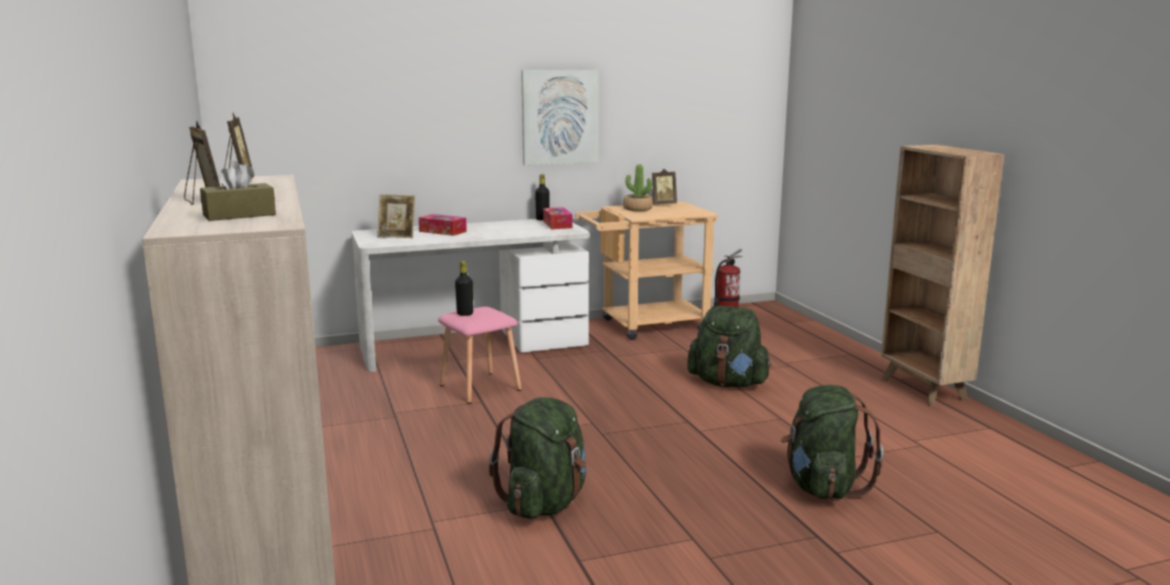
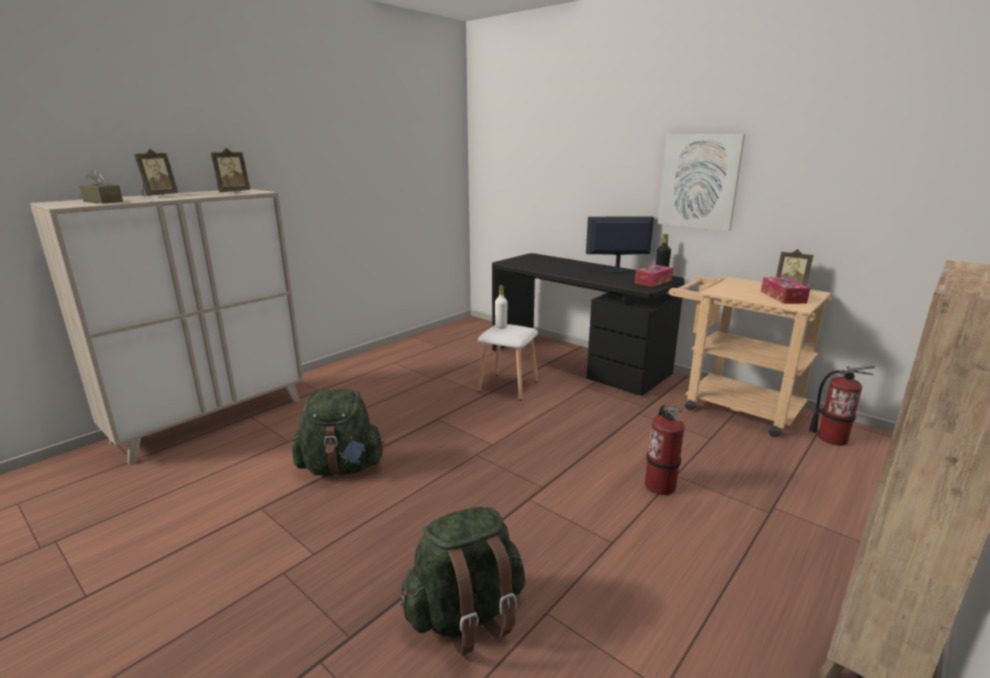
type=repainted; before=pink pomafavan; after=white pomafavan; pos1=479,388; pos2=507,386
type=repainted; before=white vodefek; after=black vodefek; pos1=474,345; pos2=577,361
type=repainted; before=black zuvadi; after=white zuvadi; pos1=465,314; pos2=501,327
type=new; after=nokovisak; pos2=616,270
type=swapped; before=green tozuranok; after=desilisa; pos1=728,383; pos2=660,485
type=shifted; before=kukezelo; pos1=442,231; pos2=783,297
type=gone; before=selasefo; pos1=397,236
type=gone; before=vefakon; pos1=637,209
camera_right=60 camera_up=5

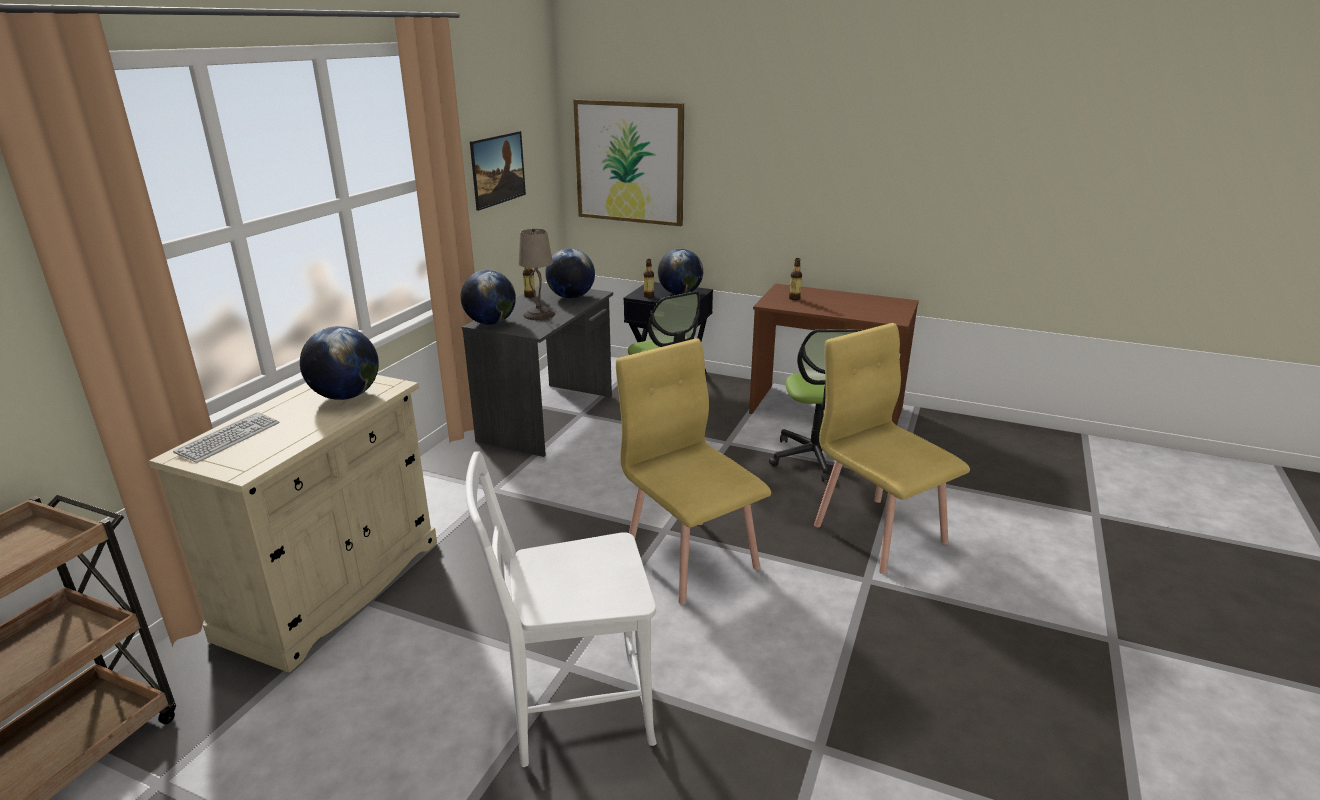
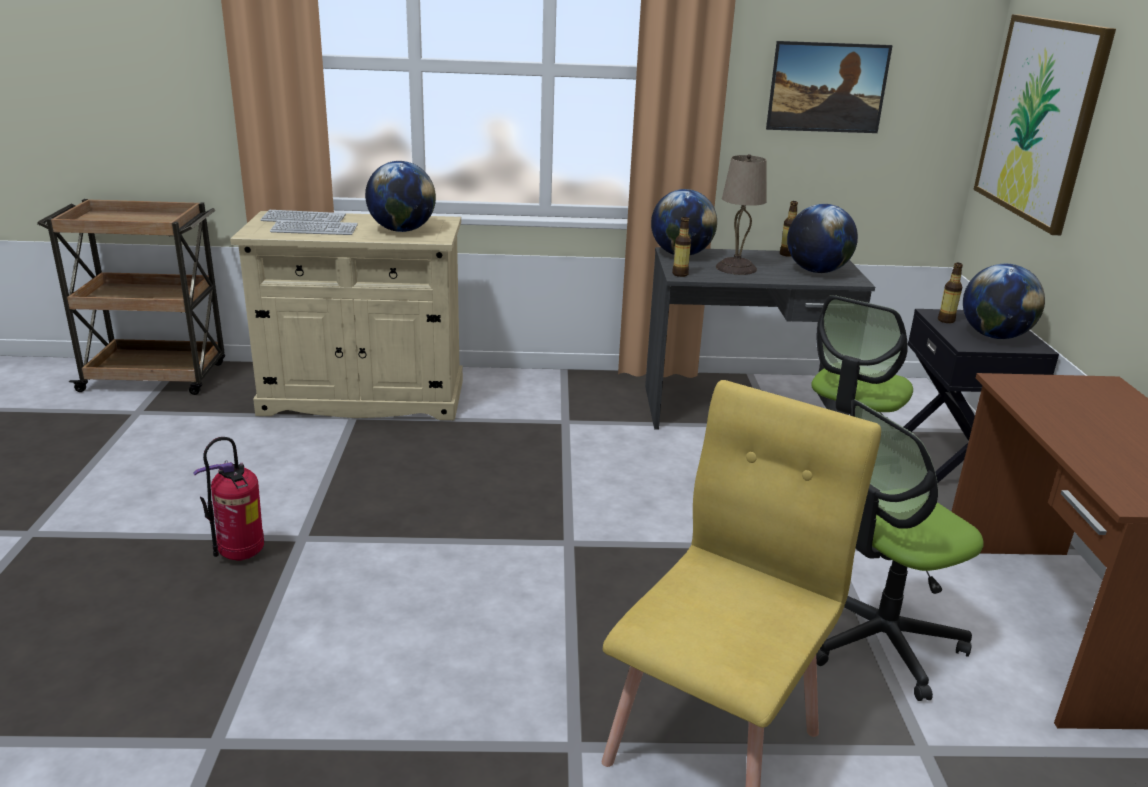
type=swapped; before=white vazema; after=desilisa; pos1=571,710; pos2=241,556
type=new; after=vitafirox; pos2=314,229
type=shifted; before=zuvadi; pos1=794,298; pos2=680,274
type=gone; before=yellow vazema; pos1=691,558
camera_right=65 camera_up=0

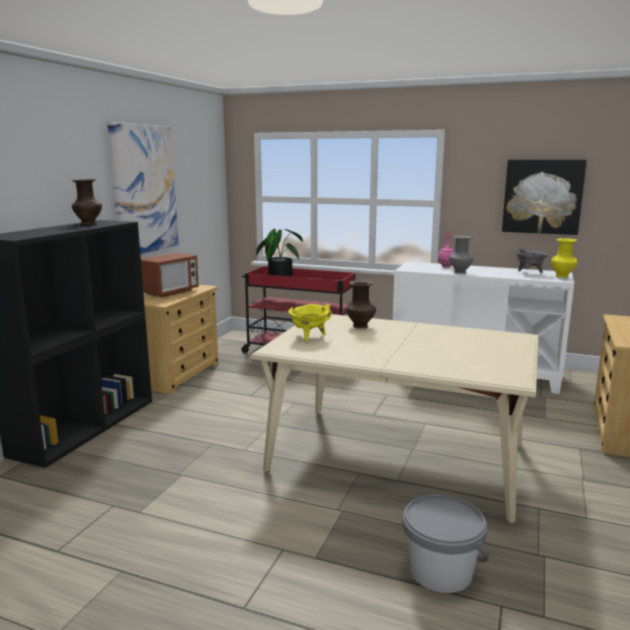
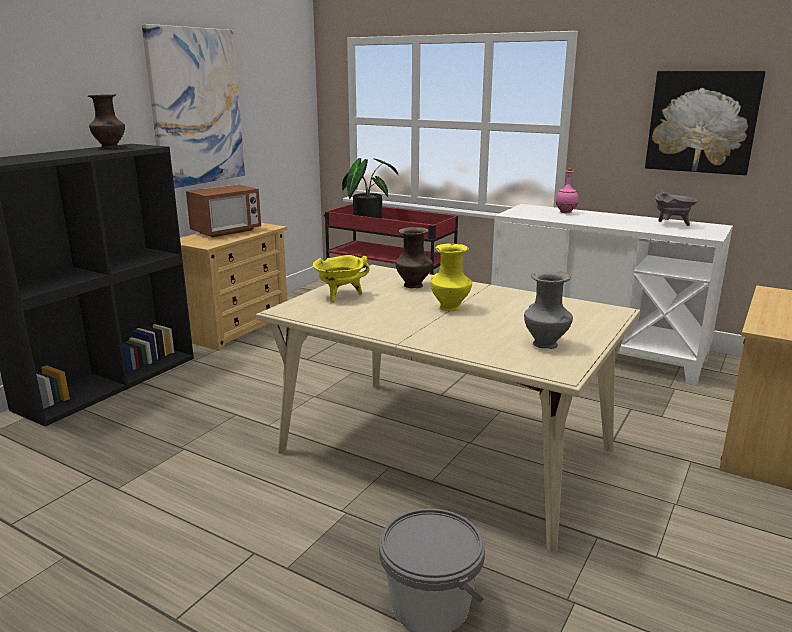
type=shifted; before=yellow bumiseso; pos1=562,276; pos2=451,308
type=shifted; before=grey bumiseso; pos1=460,272; pos2=546,345
camera_right=10 camera_up=5

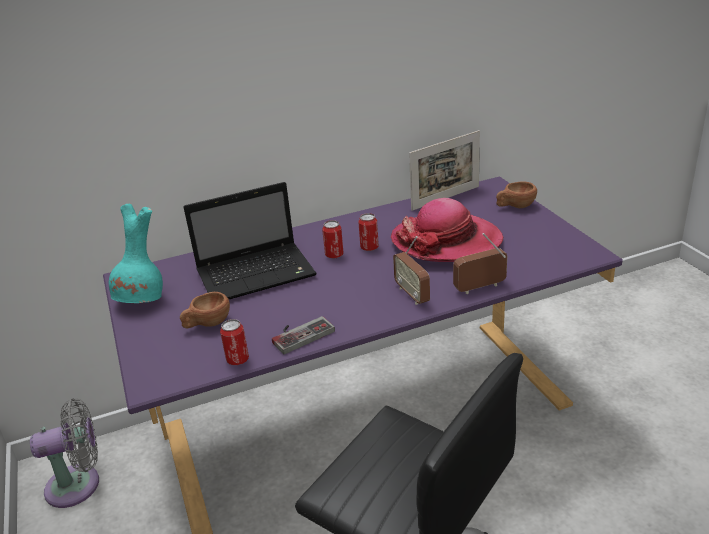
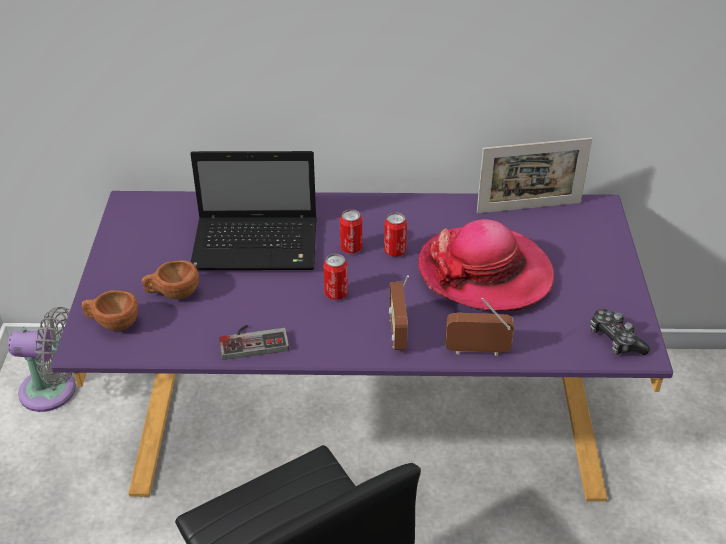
type=shifted; before=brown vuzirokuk; pos1=515,206; pos2=112,323
type=shifted; before=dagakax; pos1=237,360; pos2=336,293
type=new; after=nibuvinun; pos2=615,340
type=gone; before=turquoise bumiseso; pos1=143,300
camera_right=20 camera_up=10

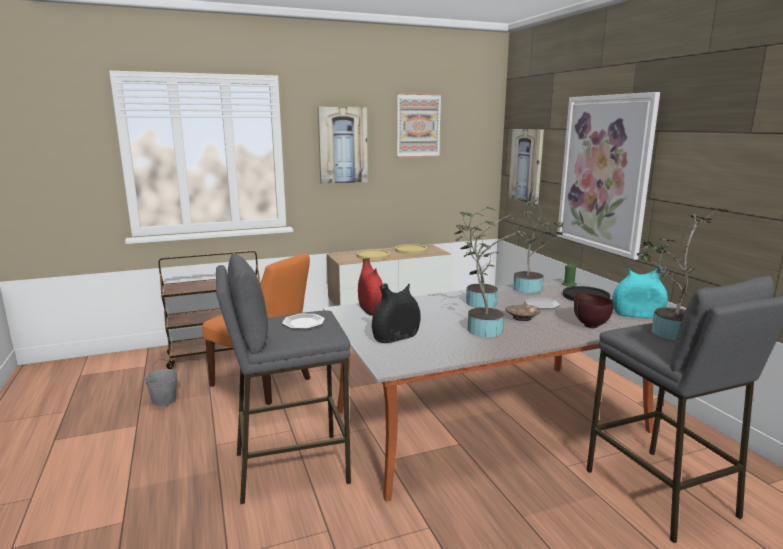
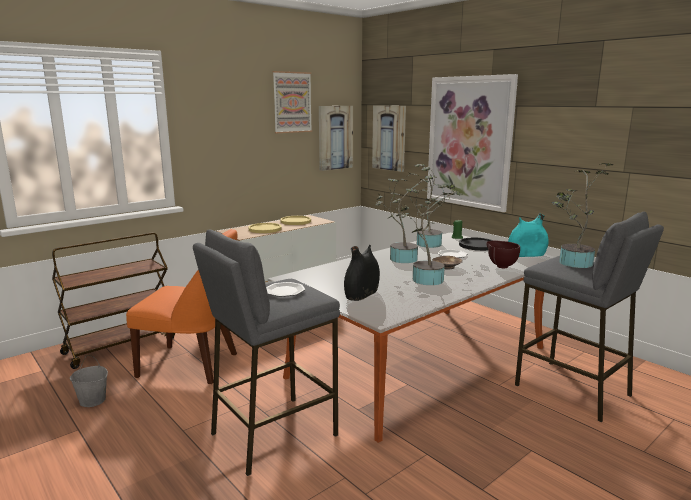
type=shifted; before=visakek; pos1=342,145; pos2=335,137
type=gone; before=red bumiseso; pos1=371,310
camera_right=-20 camera_up=0

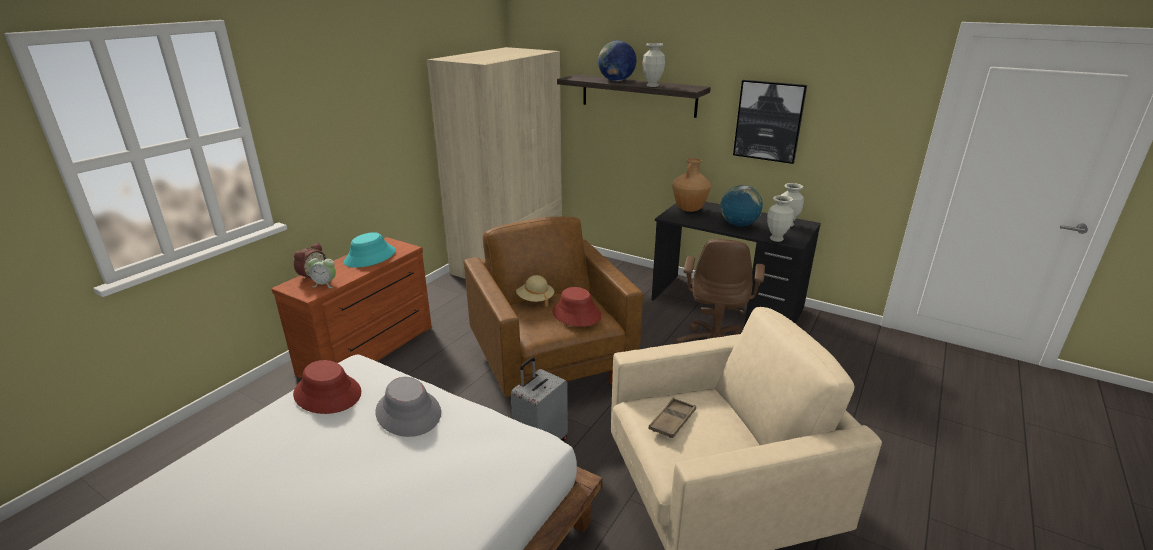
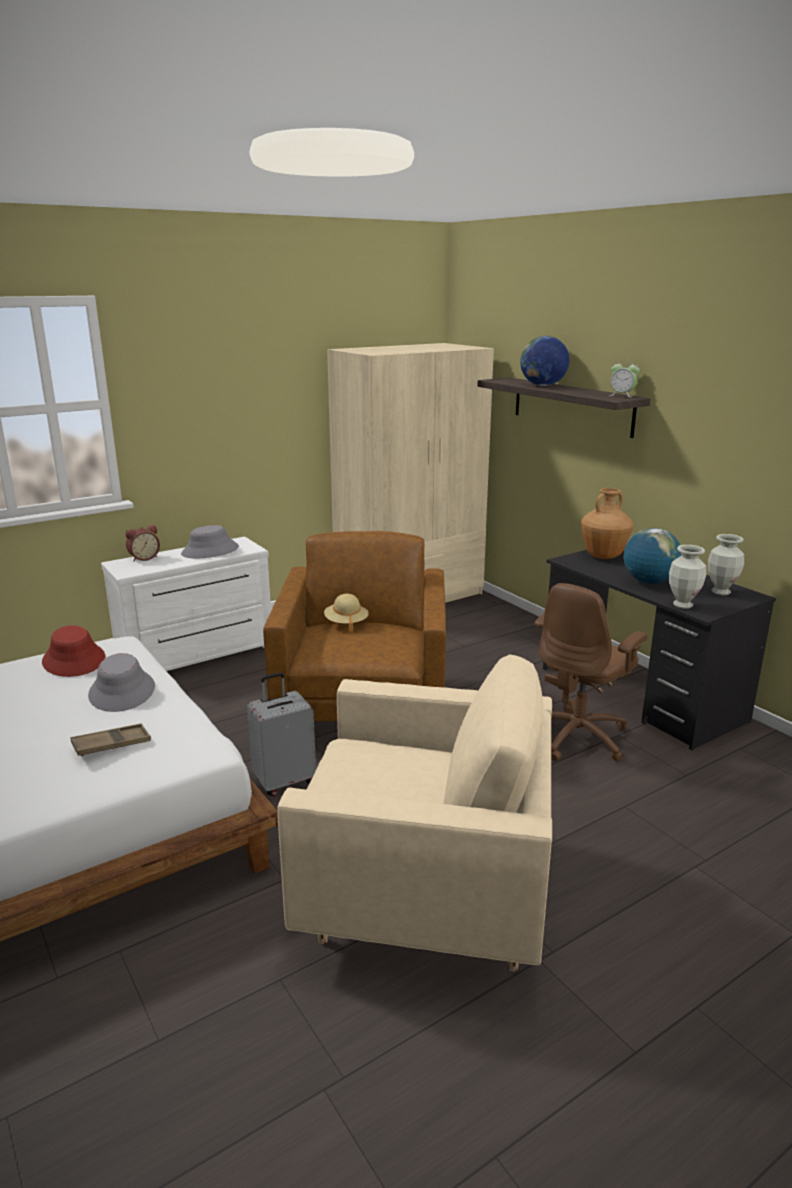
type=shifted; before=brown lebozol; pos1=672,421; pos2=111,744
type=repainted; before=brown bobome; after=white bobome; pos1=370,351; pos2=198,654
type=repainted; before=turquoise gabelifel; after=grey gabelifel; pos1=370,257; pos2=210,551
type=shifted; before=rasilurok; pos1=325,284; pos2=622,395
type=gone; before=red gabelifel; pos1=576,314
type=gone; before=bumiseso; pos1=652,86
type=gone; before=visakek; pos1=769,121
camera_right=25 camera_up=-5

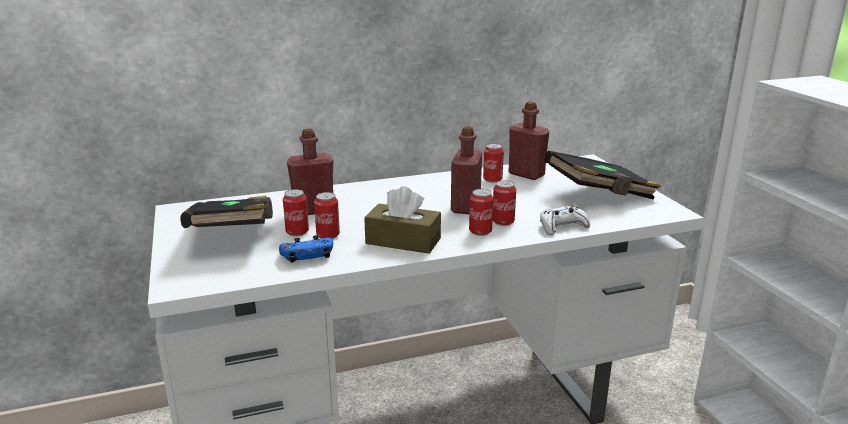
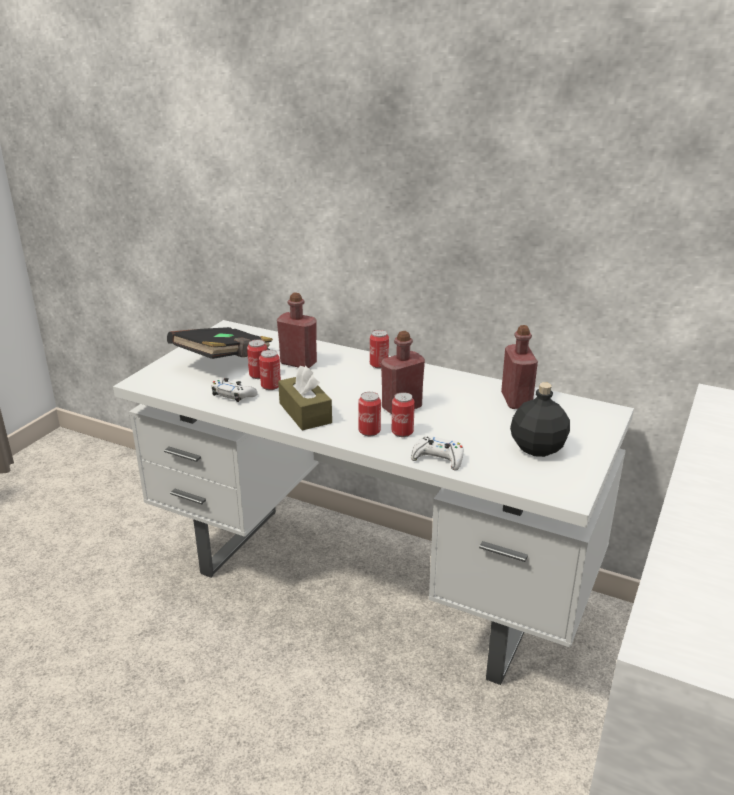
type=repainted; before=blue nibuvinun; after=white nibuvinun; pos1=307,256; pos2=233,395
type=shifted; before=dagakax; pos1=492,179; pos2=379,365
type=swapped; before=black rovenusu; after=black zuvadi; pos1=600,195; pos2=538,448
camera_right=45 camera_up=5

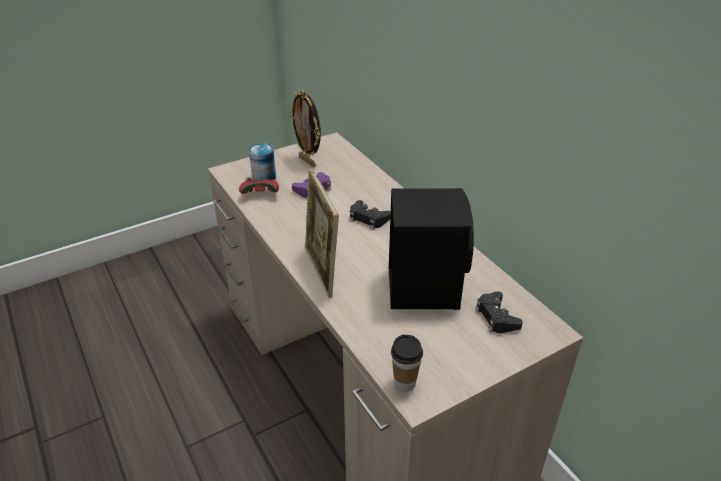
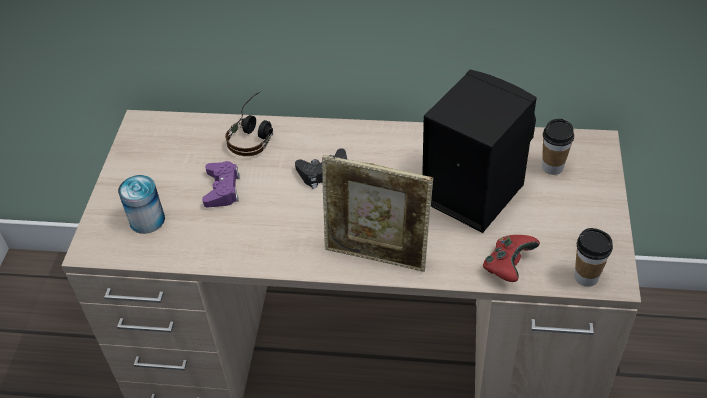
type=new; after=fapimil; pos2=254,133
type=shifted; before=red nibuvinun; pos1=260,194; pos2=508,266
type=swapped; before=black nibuvinun; after=vuzirokuk; pos1=496,317; pos2=552,167
type=gone; before=selasefo; pos1=308,161
camera_right=-50 camera_up=10

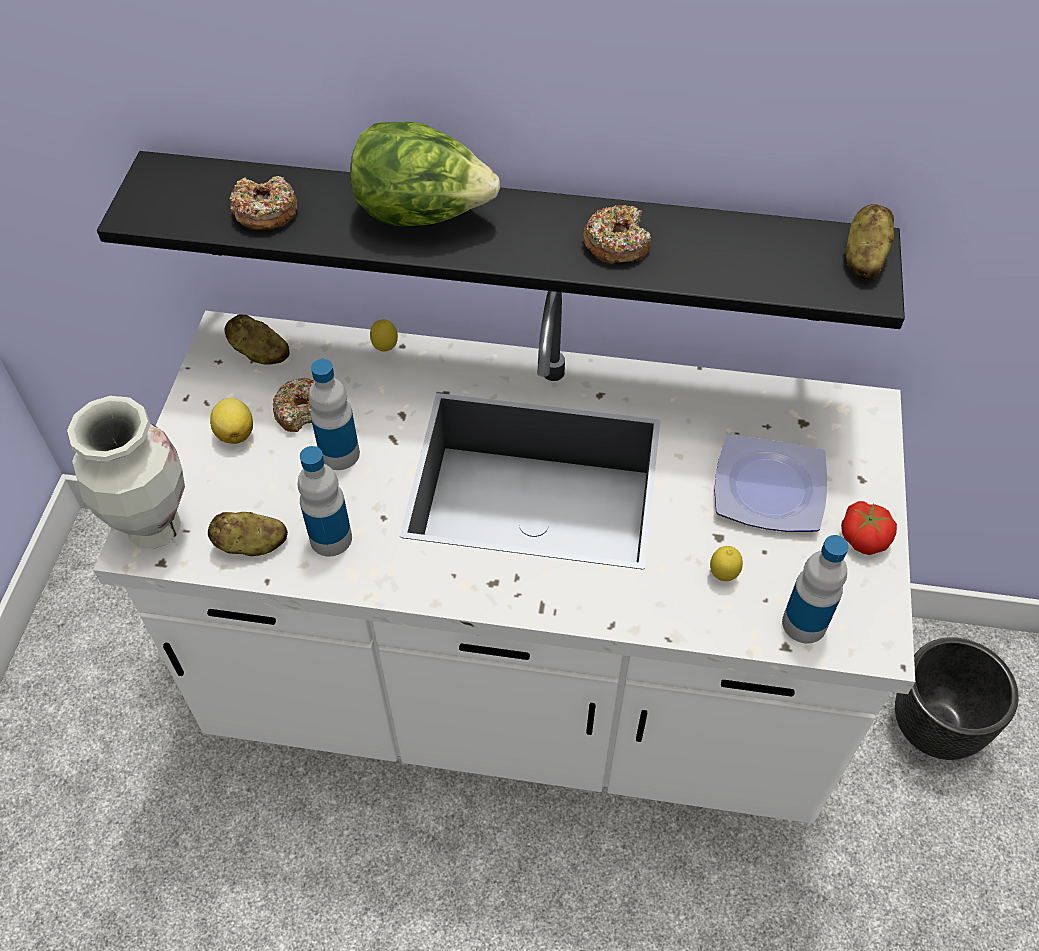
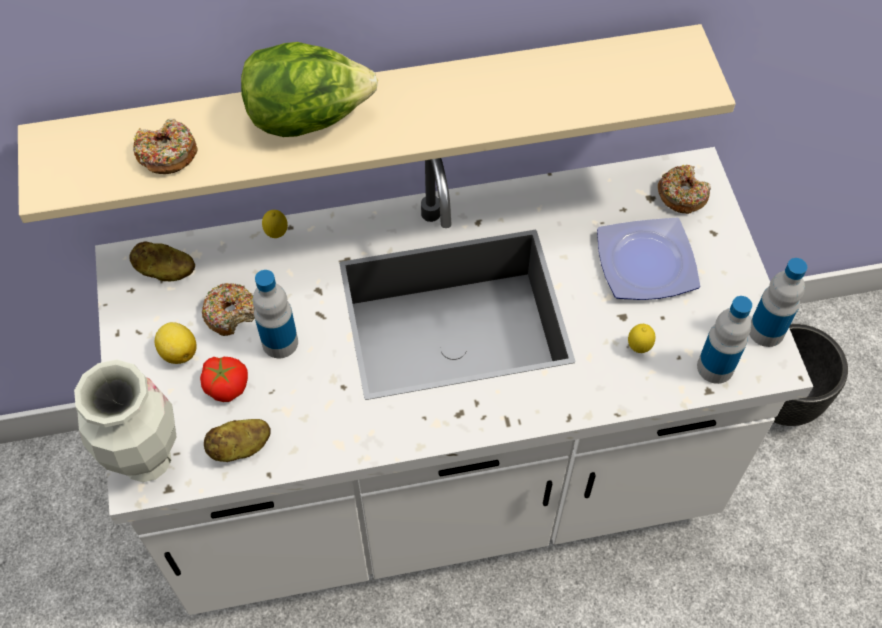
type=repainted; before=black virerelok; after=beige virerelok; pos1=508,238; pos2=372,112
type=shifted; before=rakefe; pos1=864,537; pos2=226,385
type=shifted; before=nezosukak; pos1=616,243; pos2=682,195
type=shifted; before=zuvadi; pos1=331,538; pos2=766,331
type=gone; before=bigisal; pos1=863,258
camera_right=-20 camera_up=5

